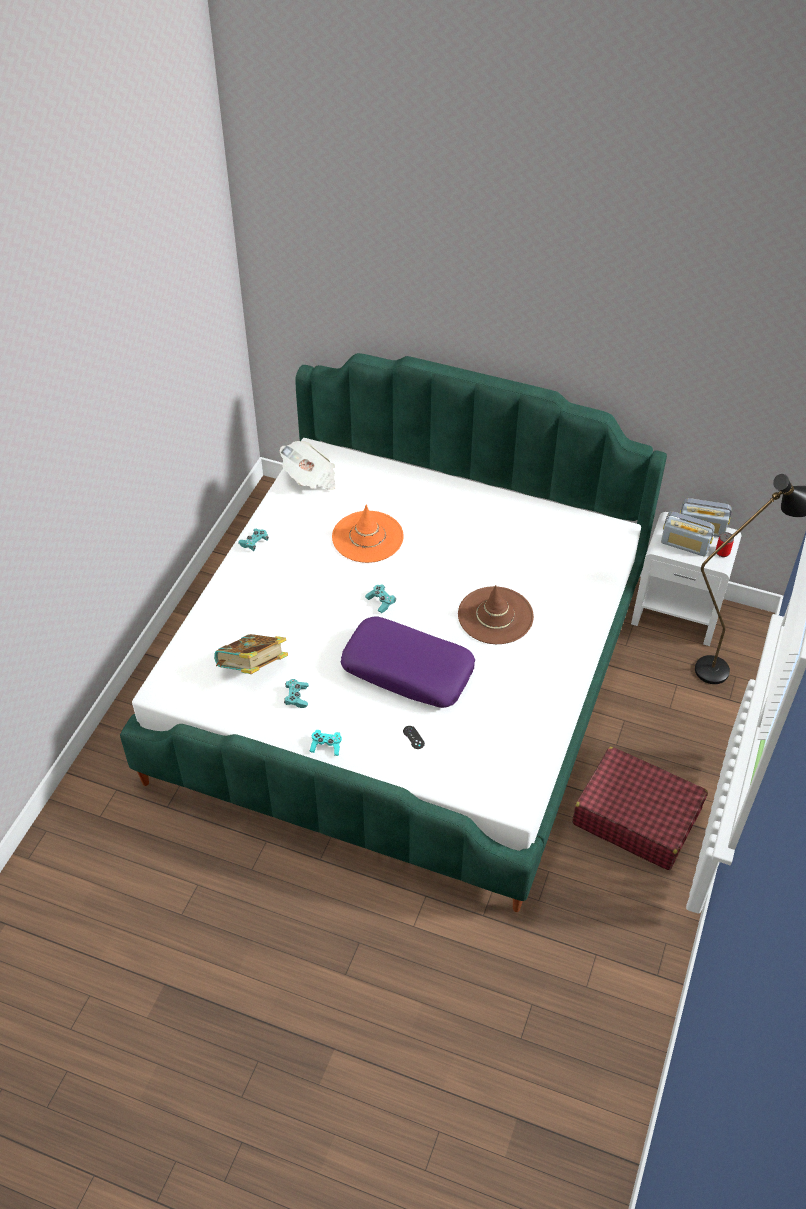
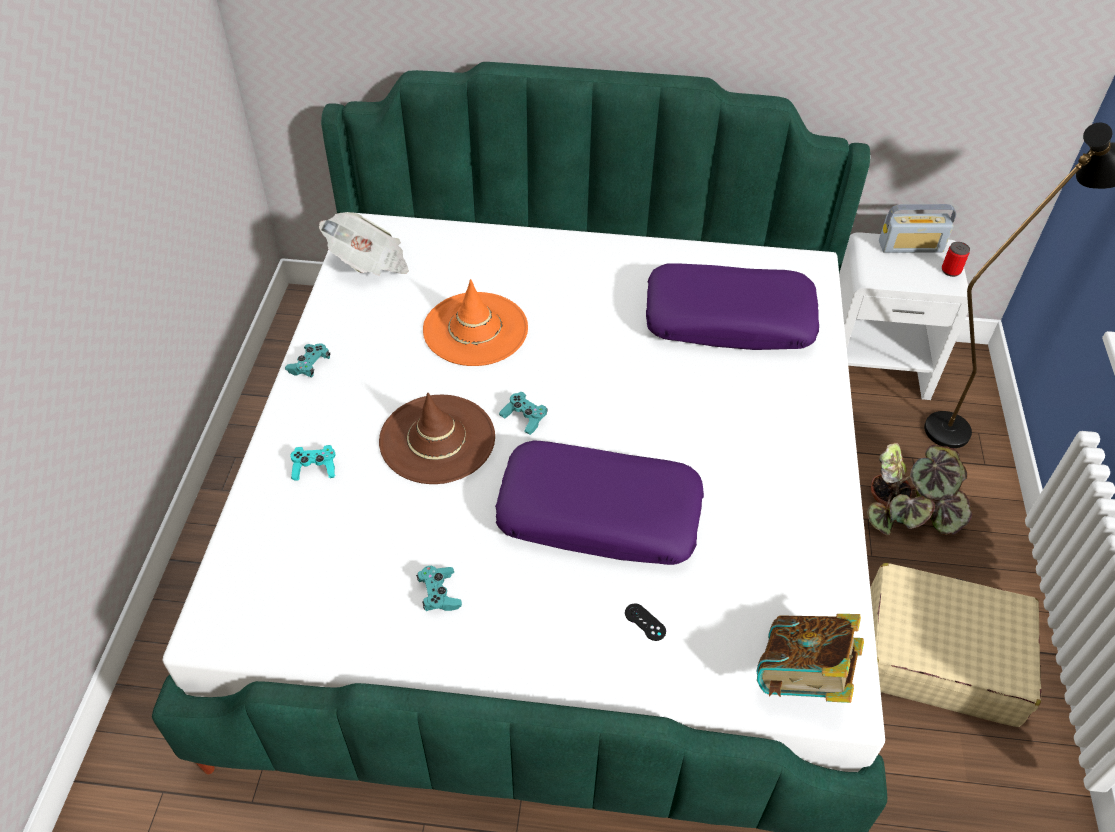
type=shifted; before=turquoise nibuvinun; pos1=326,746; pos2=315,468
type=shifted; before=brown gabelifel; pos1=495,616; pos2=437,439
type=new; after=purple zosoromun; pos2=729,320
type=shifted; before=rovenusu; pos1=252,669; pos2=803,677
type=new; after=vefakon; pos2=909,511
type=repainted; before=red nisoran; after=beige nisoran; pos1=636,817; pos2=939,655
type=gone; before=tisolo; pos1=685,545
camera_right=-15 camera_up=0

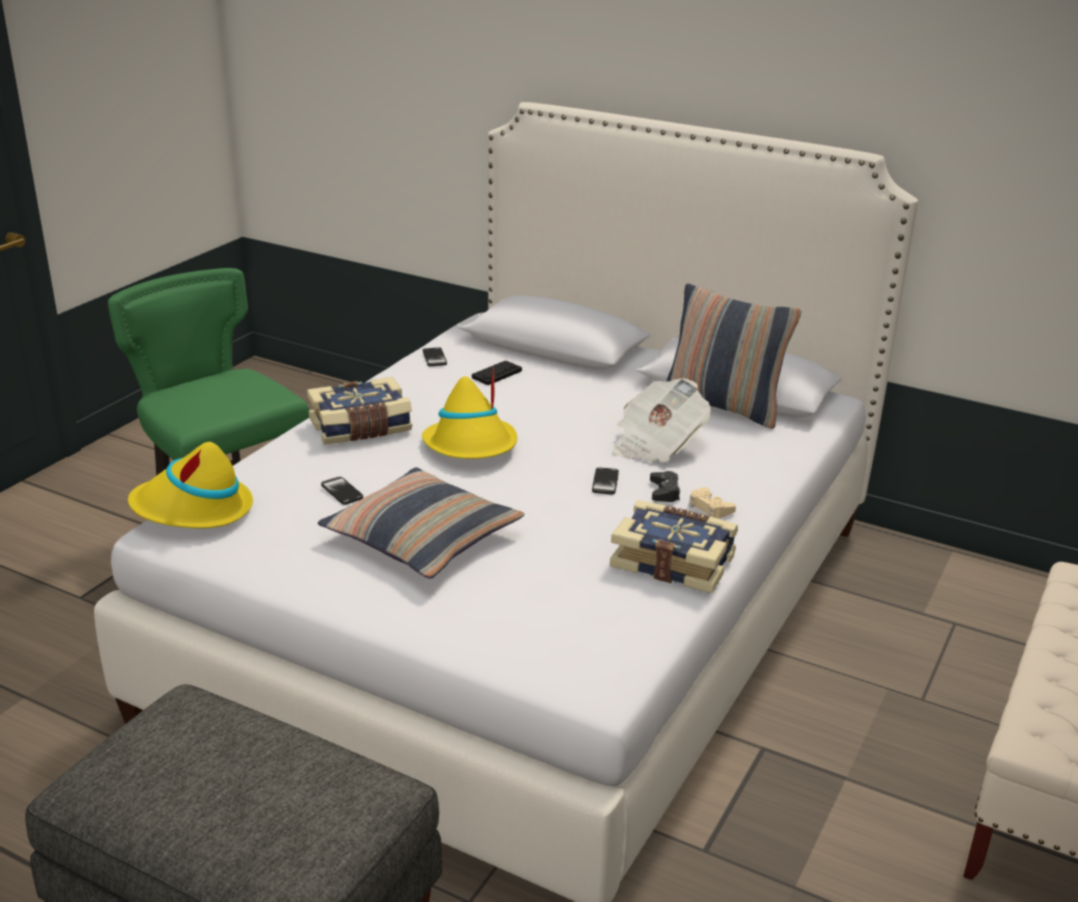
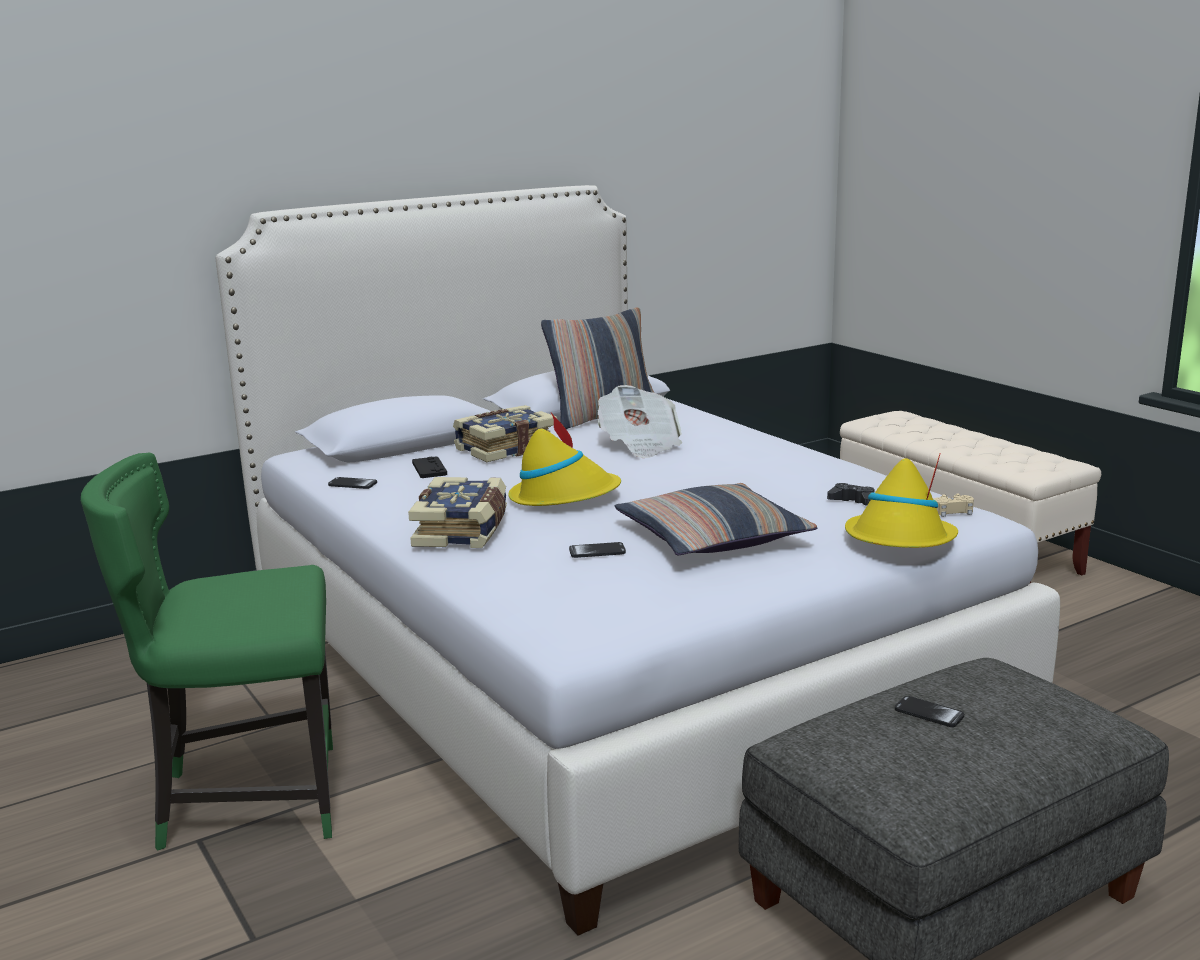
type=shifted; before=rovenusu; pos1=673,561; pos2=505,448
type=shifted; before=black nibuvinun; pos1=664,492; pos2=852,501
type=shifted; before=yellow gabelifel; pos1=193,510; pos2=900,541
type=shifted; before=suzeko; pos1=605,482; pos2=929,713
type=shifted; before=beige nibuvinun; pos1=709,508; pos2=950,510
camera_right=-60 camera_up=-10

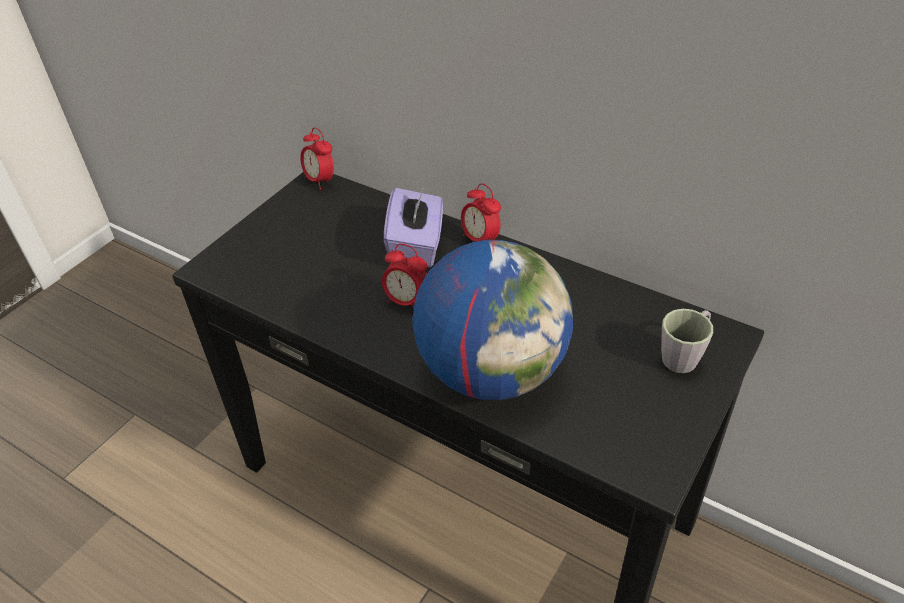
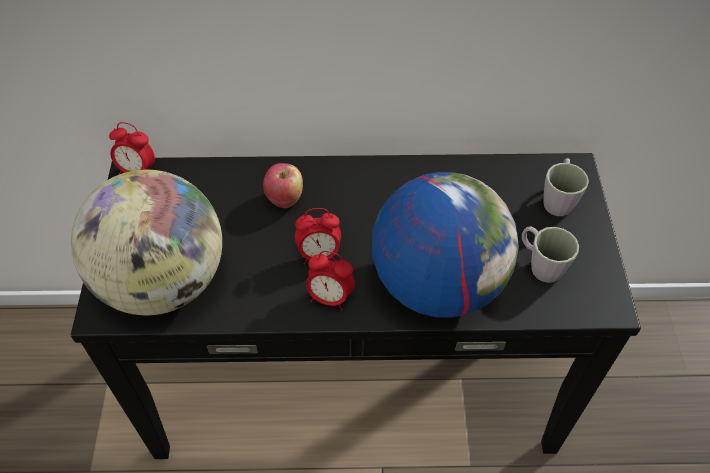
type=new; after=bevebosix; pos2=163,282
type=swapped; before=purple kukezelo; after=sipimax; pos1=416,247; pos2=284,199
type=shifted; before=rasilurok; pos1=480,240; pos2=330,297
type=new; after=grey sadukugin; pos2=540,264
camera_right=-35 camera_up=10

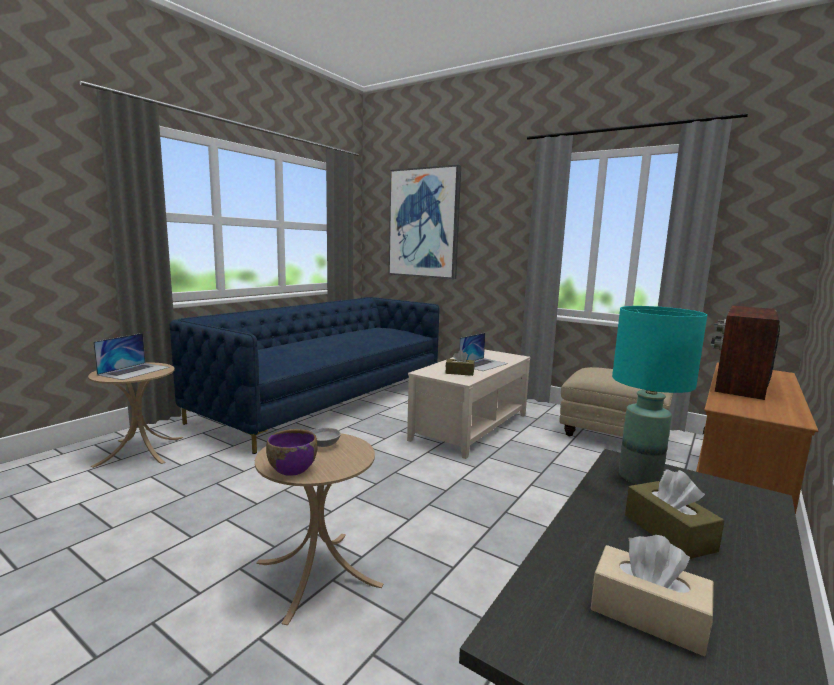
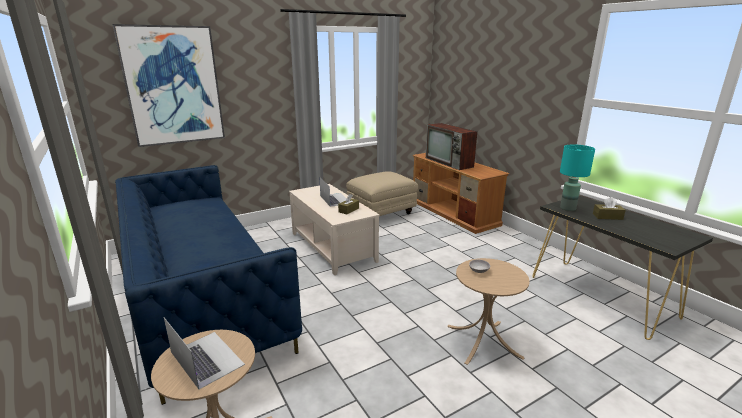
type=gone; before=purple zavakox; pos1=292,469
type=gone; before=beige kukezelo; pos1=648,614
camera_right=-65 camera_up=10

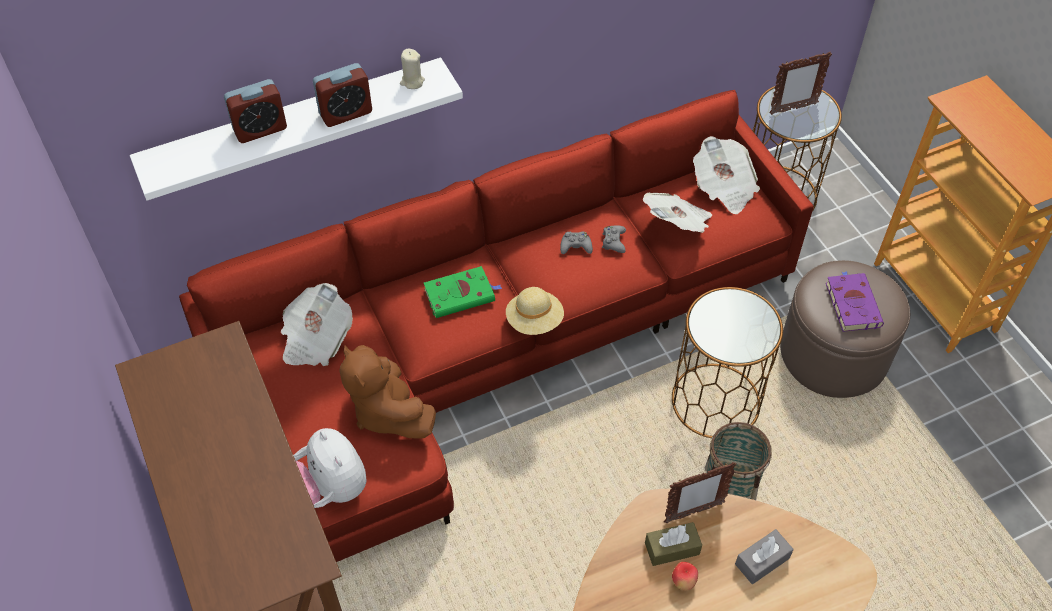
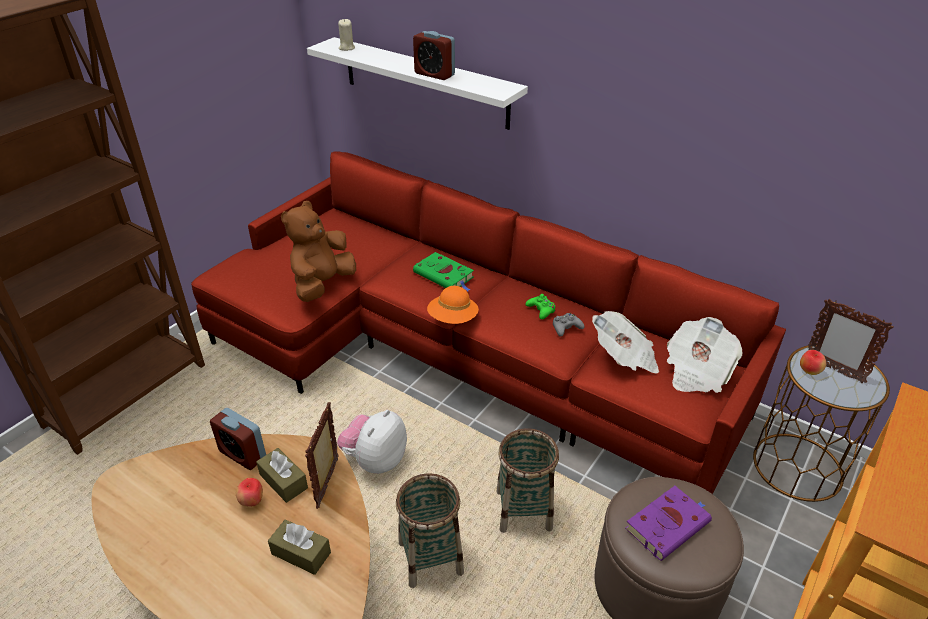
type=shifted; before=rasilurok; pos1=260,129; pos2=242,454
type=repainted; before=grey kukezelo; after=brown kukezelo; pos1=762,561; pos2=301,553
type=rotated; before=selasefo; pos1=693,512; pos2=328,482; turn=60
type=shifted; before=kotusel; pos1=330,489; pos2=375,460
type=shifted; before=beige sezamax; pos1=412,82; pos2=346,48
type=repainted; before=beige gabelifel; after=orange gabelifel; pos1=534,321; pos2=453,319
type=swapped; before=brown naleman; after=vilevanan; pos1=716,401; pos2=524,510
type=repainted; before=grey nibuvinun; after=green nibuvinun; pos1=575,246; pos2=541,310
type=new; after=sipimax; pos2=809,371
type=gone; before=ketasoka; pos1=316,339
camera_right=60 camera_up=-15

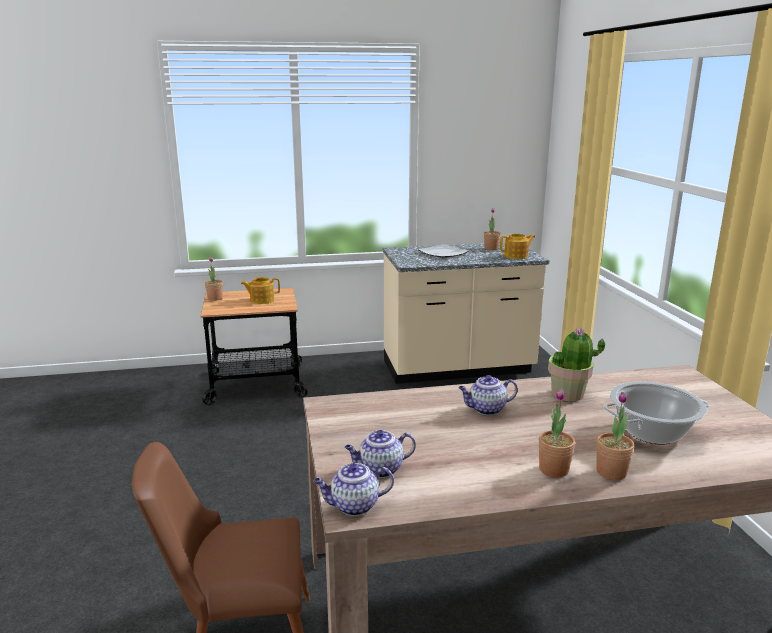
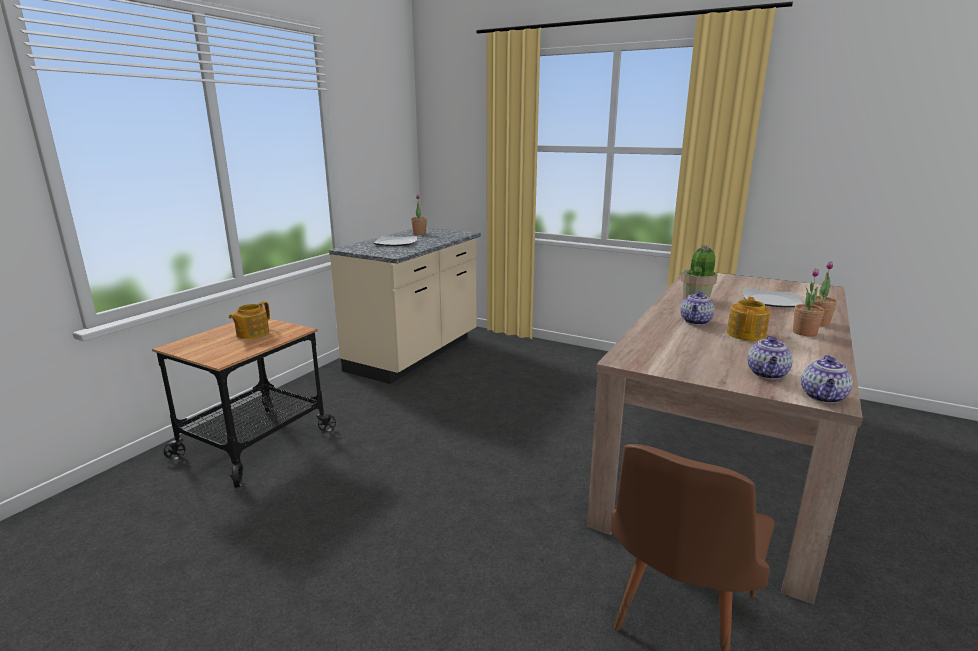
type=shifted; before=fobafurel; pos1=516,256; pos2=746,334
type=swapped; before=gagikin; after=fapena; pos1=652,432; pos2=772,301
type=gone; before=vefakon; pos1=215,298
camera_right=-50 camera_up=0

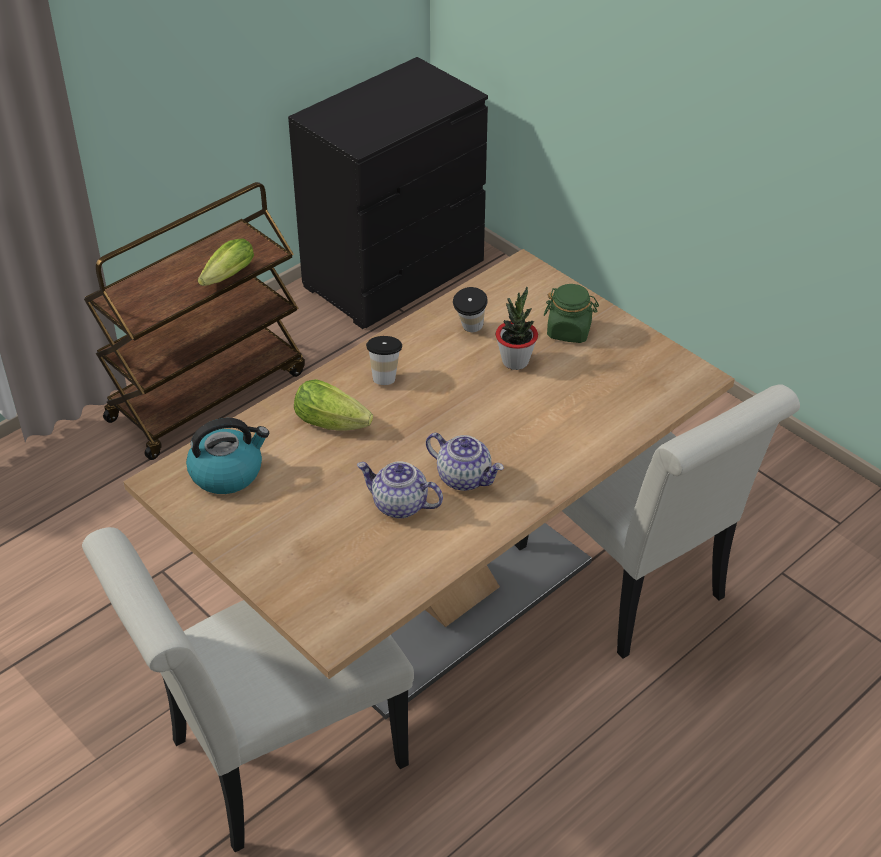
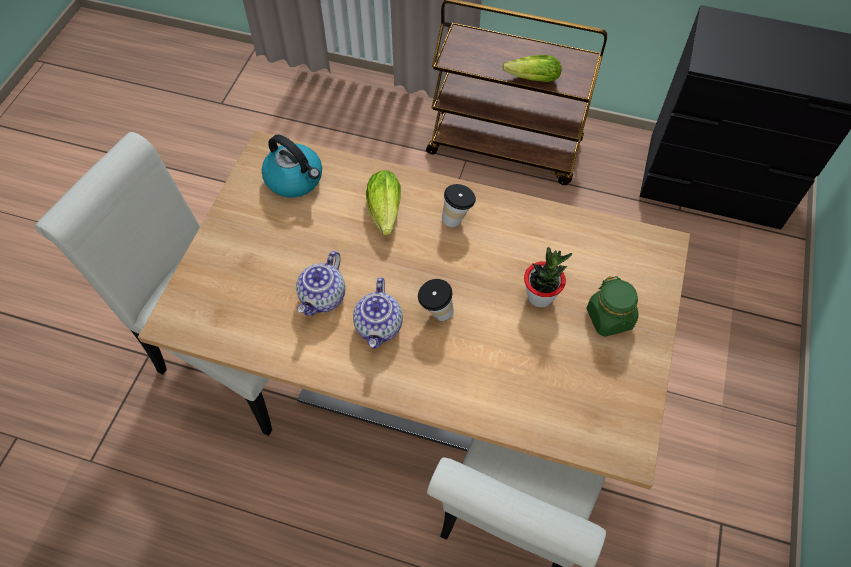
type=rotated; before=fobafurel; pos1=399,505; pos2=323,298; turn=-150
type=shifted; before=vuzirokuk; pos1=470,330; pos2=435,313
camera_right=60 camera_up=15

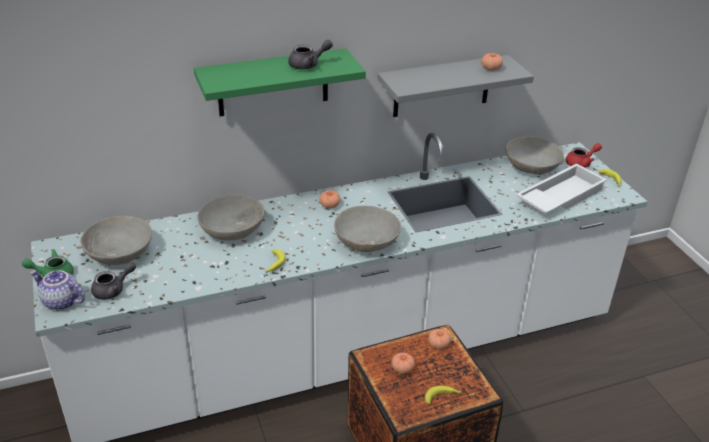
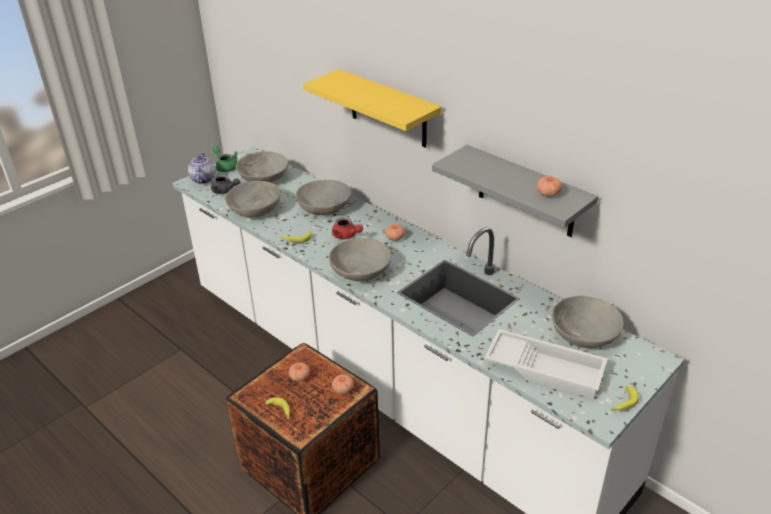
type=new; after=grey zavakox; pos2=254,209
type=repainted; before=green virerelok; after=yellow virerelok; pos1=273,83; pos2=388,109
type=shifted; before=red fobafurel; pos1=581,163; pos2=346,236
type=gone; before=grey fobafurel; pos1=308,65
camera_right=65 camera_up=0

